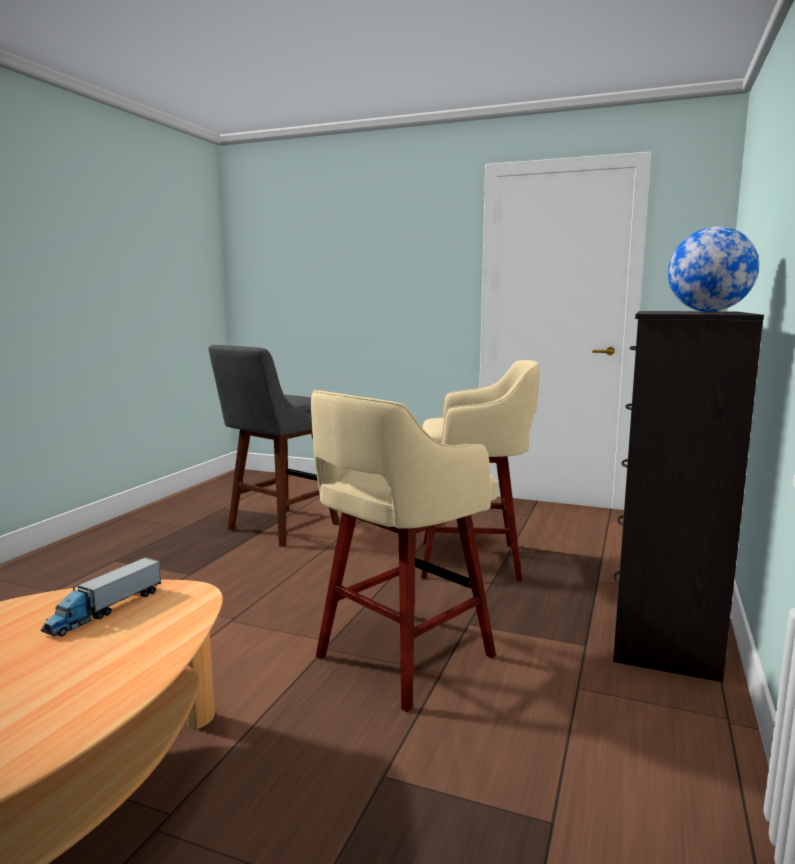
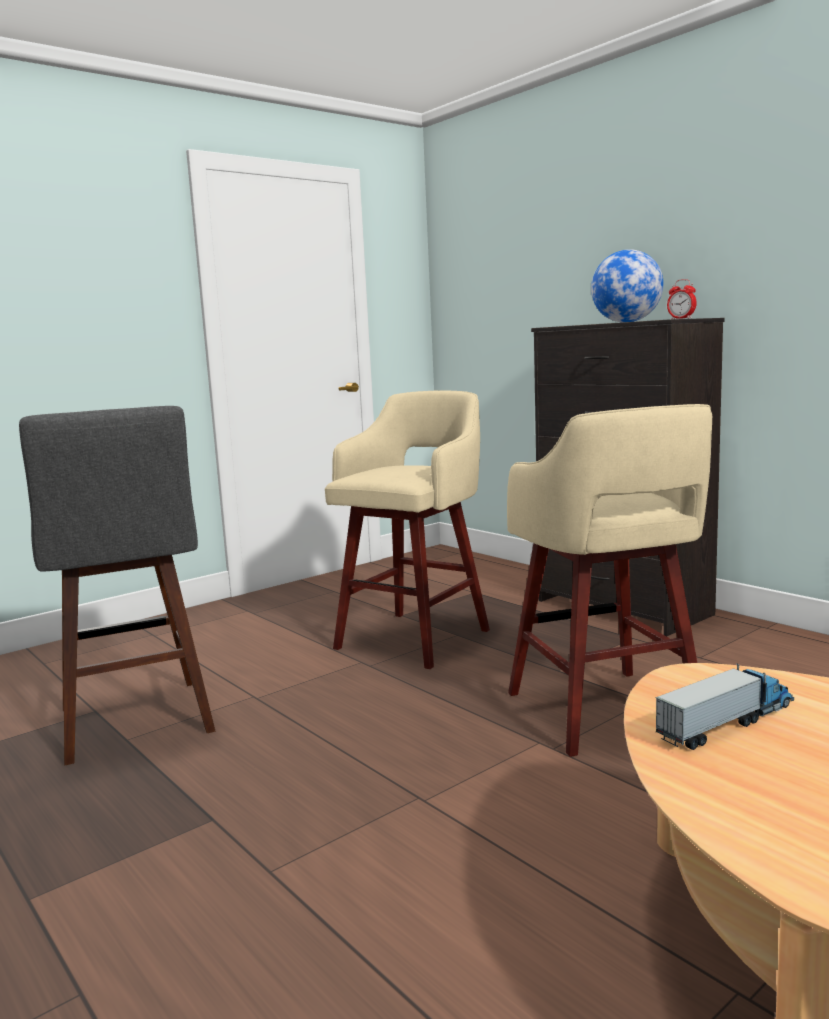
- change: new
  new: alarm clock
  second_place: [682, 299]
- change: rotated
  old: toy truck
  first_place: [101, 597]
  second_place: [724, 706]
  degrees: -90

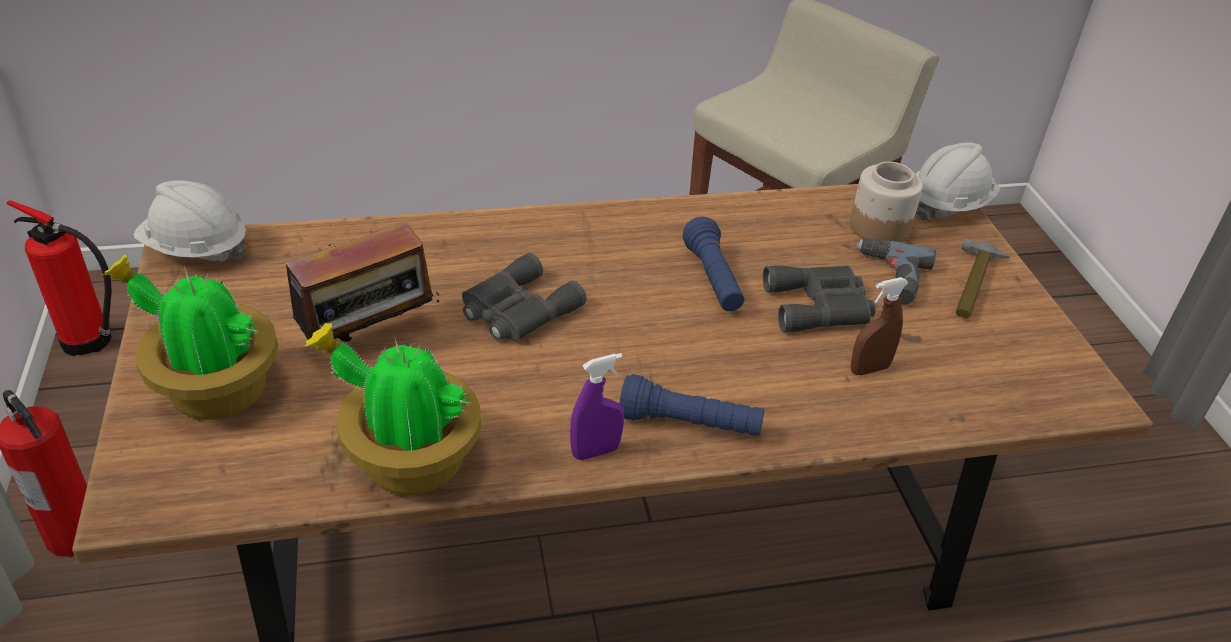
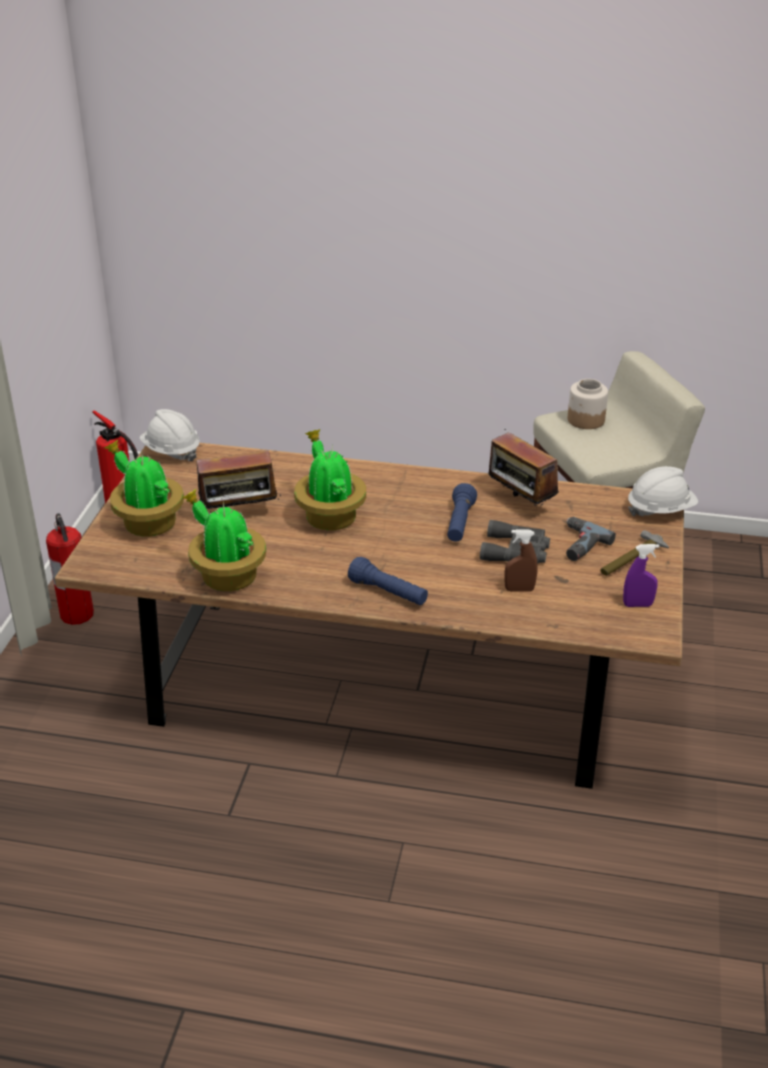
- change: new
  new: radio
  second_place: [523, 467]
- change: shifted
  old: purple spray bottle
  first_place: [597, 406]
  second_place: [641, 575]
- change: shifted
  old: jar
  first_place: [886, 202]
  second_place: [588, 404]
- change: swapped
  old: grey binoculars
  new: potted plant
  first_place: [524, 297]
  second_place: [330, 479]

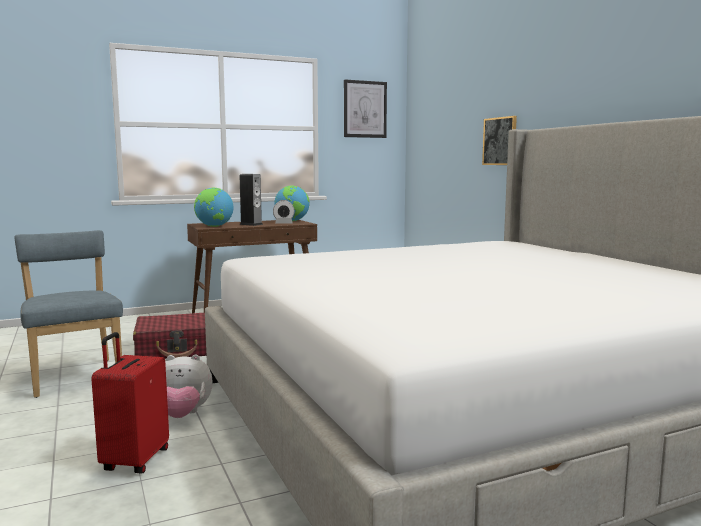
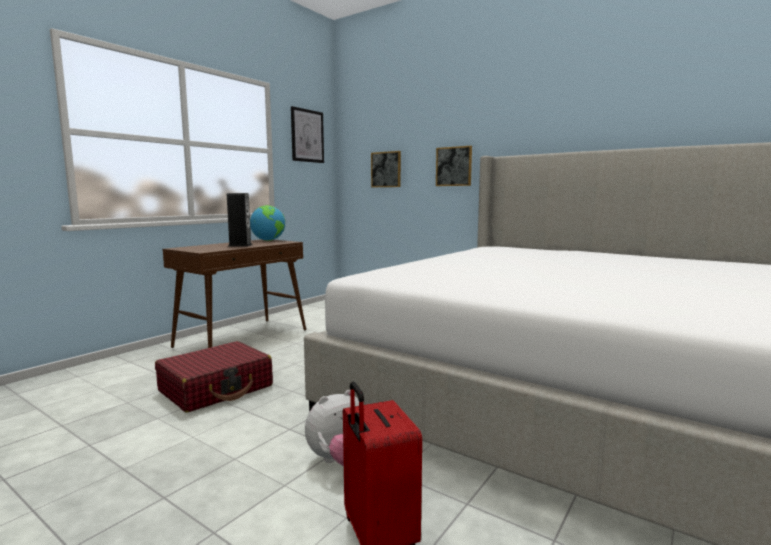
- change: gone
  old: blue chair
  first_place: [68, 314]
- change: gone
  old: globe
  first_place: [214, 207]
- change: gone
  old: alarm clock
  first_place: [283, 212]
- change: new
  new: picture
  second_place: [386, 169]

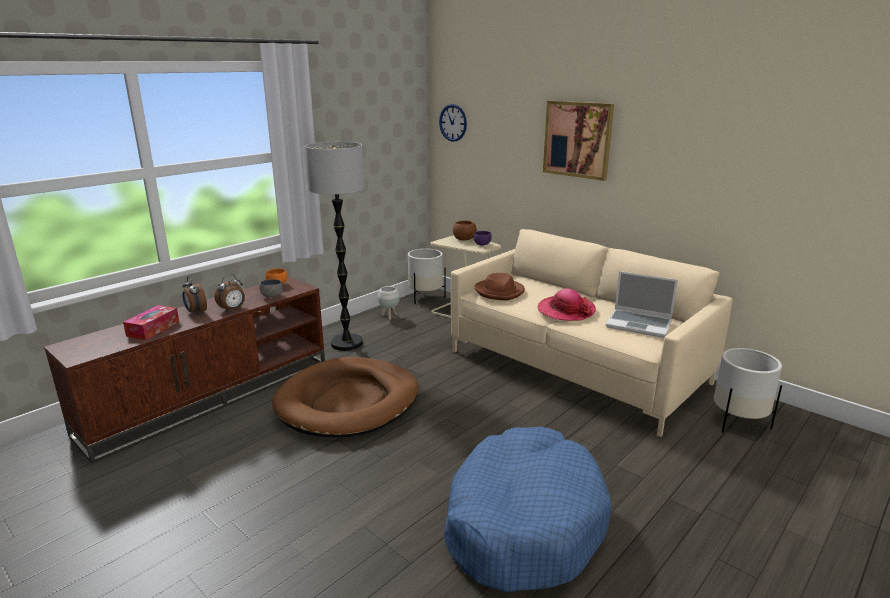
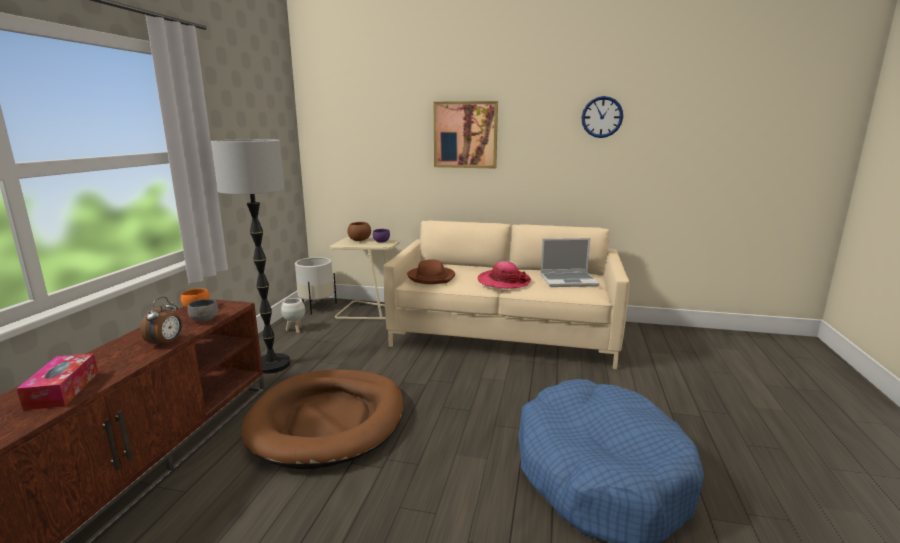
- change: gone
  old: alarm clock
  first_place: [194, 295]
- change: gone
  old: white planter
  first_place: [748, 390]
- change: shifted
  old: wall clock
  first_place: [453, 123]
  second_place: [602, 117]

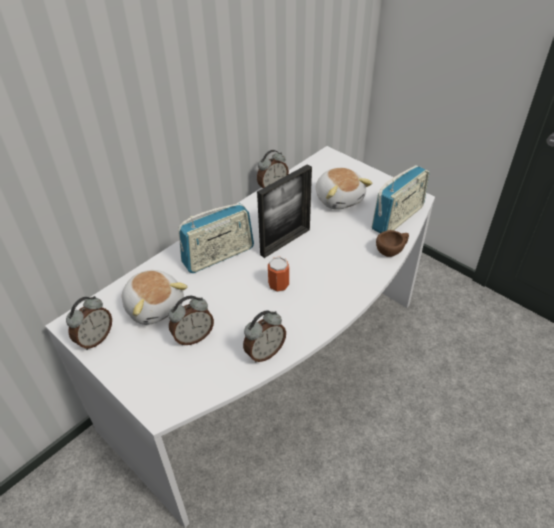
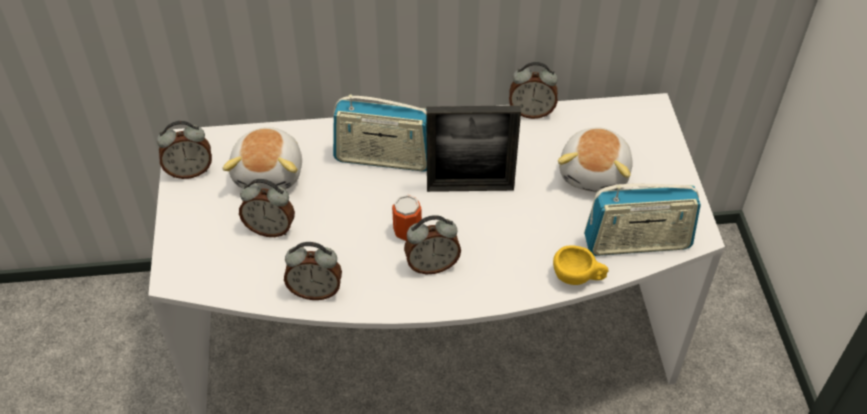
- change: new
  new: alarm clock
  second_place: [432, 244]
- change: repainted
  old: brown cup
  new: yellow cup
  first_place: [392, 243]
  second_place: [581, 265]

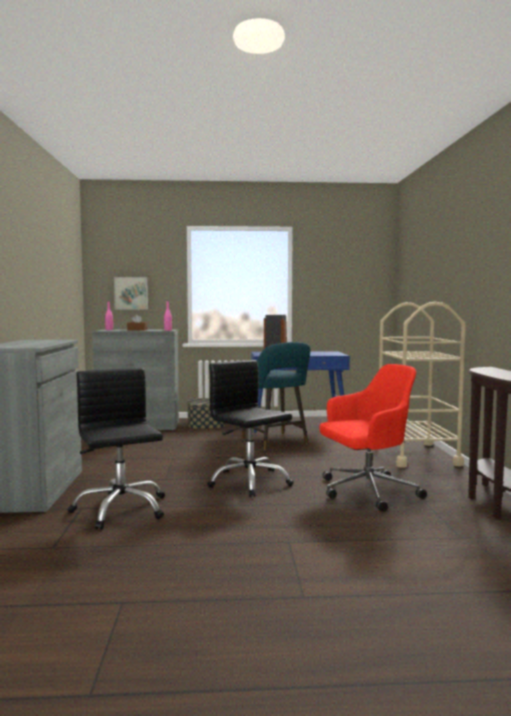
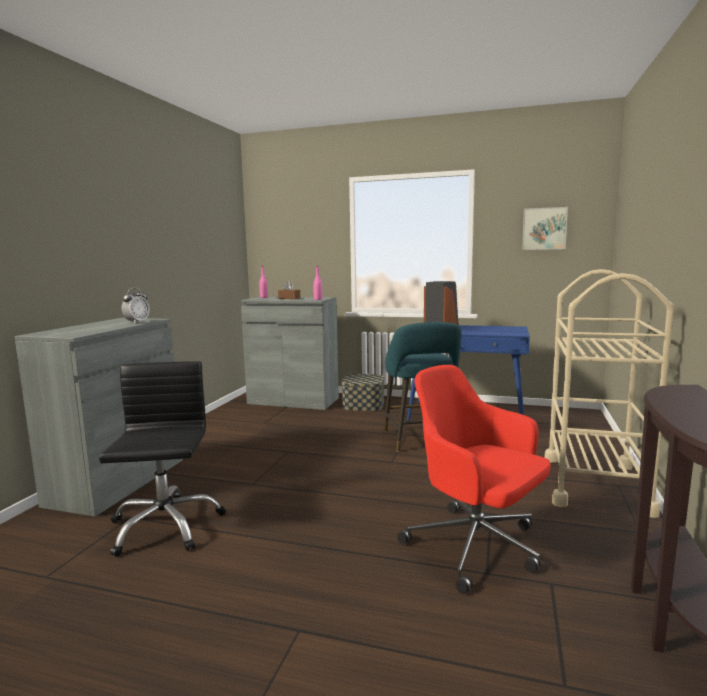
- change: gone
  old: black office chair
  first_place: [250, 428]
- change: new
  new: alarm clock
  second_place: [136, 306]
- change: shifted
  old: picture
  first_place: [131, 293]
  second_place: [545, 228]
- change: rotated
  old: red office chair
  first_place: [373, 438]
  second_place: [474, 479]
  degrees: -135

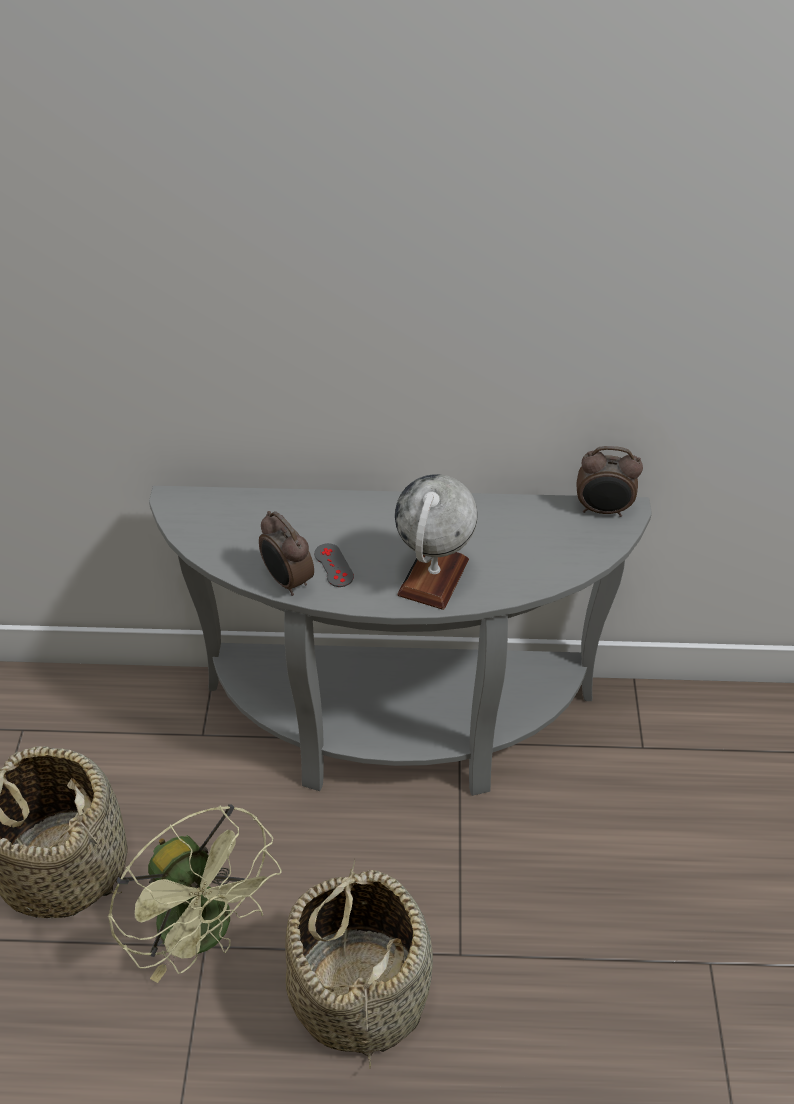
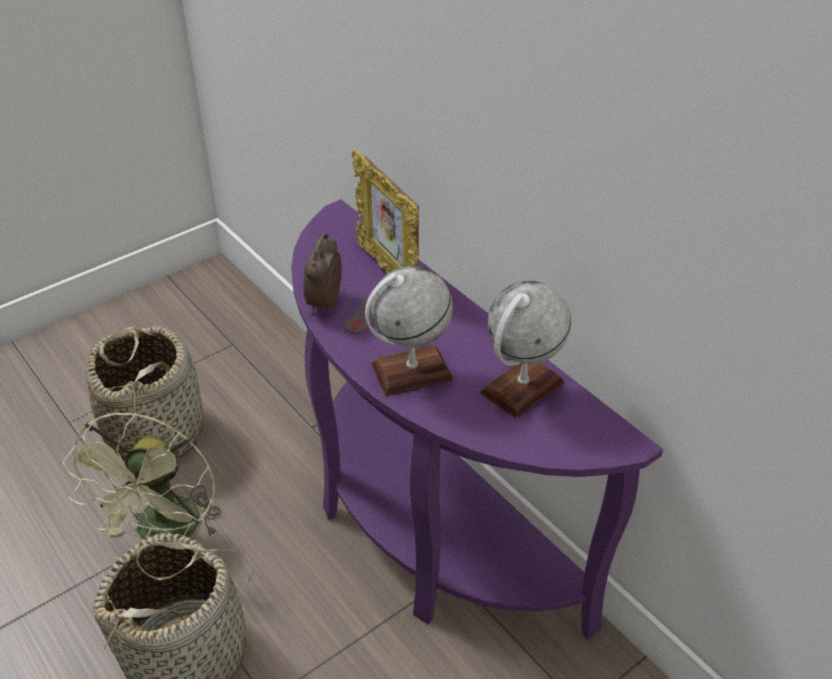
- change: gone
  old: alarm clock
  first_place: [609, 481]
- change: new
  new: picture frame
  second_place: [385, 211]
- change: new
  new: globe
  second_place: [525, 349]
- change: repainted
  old: grey console table
  new: purple console table
  first_place: [400, 641]
  second_place: [477, 419]

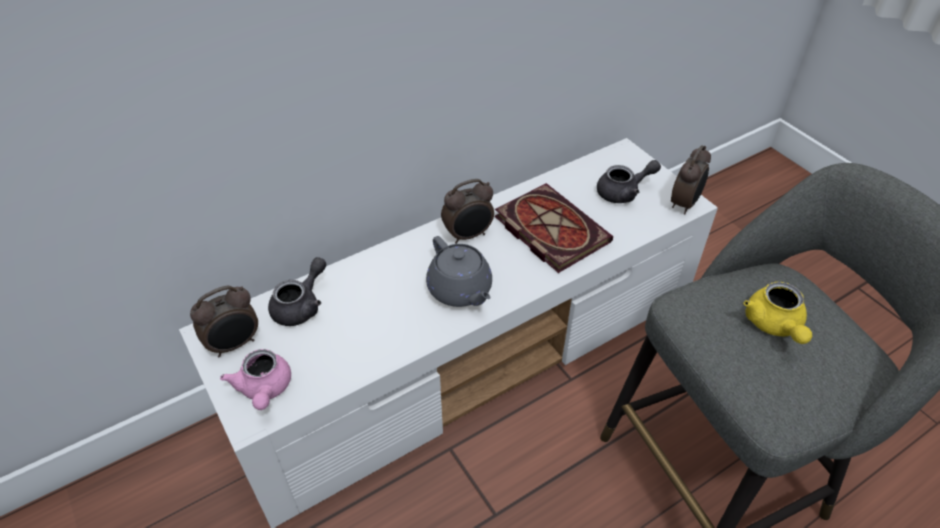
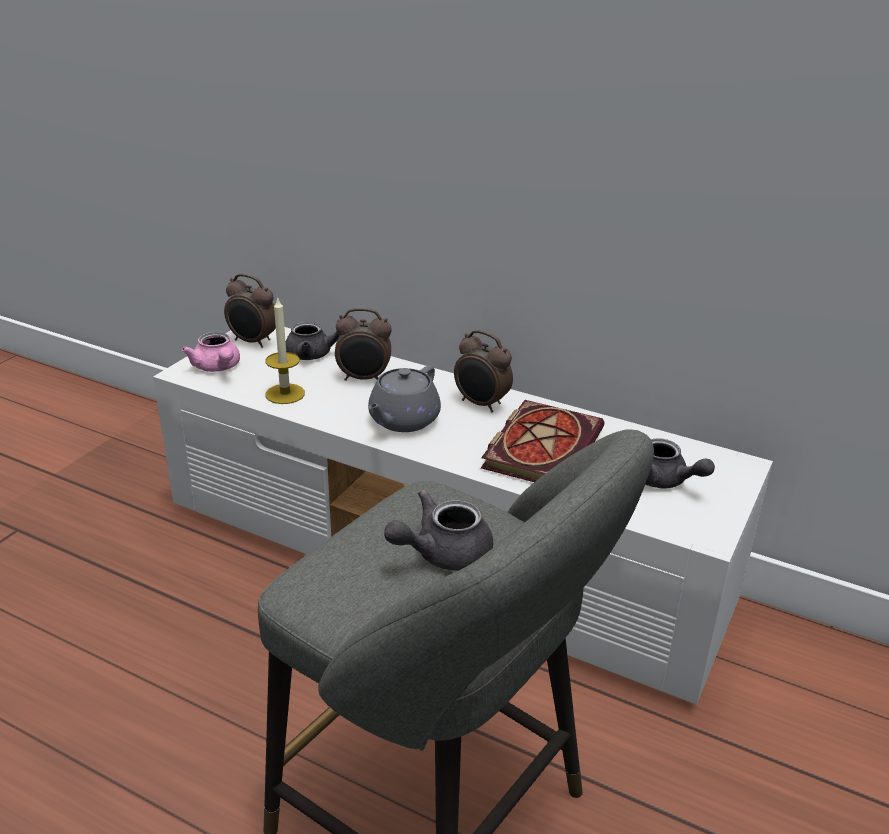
- change: new
  new: candle
  second_place: [285, 350]
- change: shifted
  old: alarm clock
  first_place: [691, 180]
  second_place: [363, 344]
- change: repainted
  old: yellow teapot
  new: grey teapot
  first_place: [778, 313]
  second_place: [438, 530]
- change: rotated
  old: pink teapot
  first_place: [255, 379]
  second_place: [211, 352]
  degrees: -75

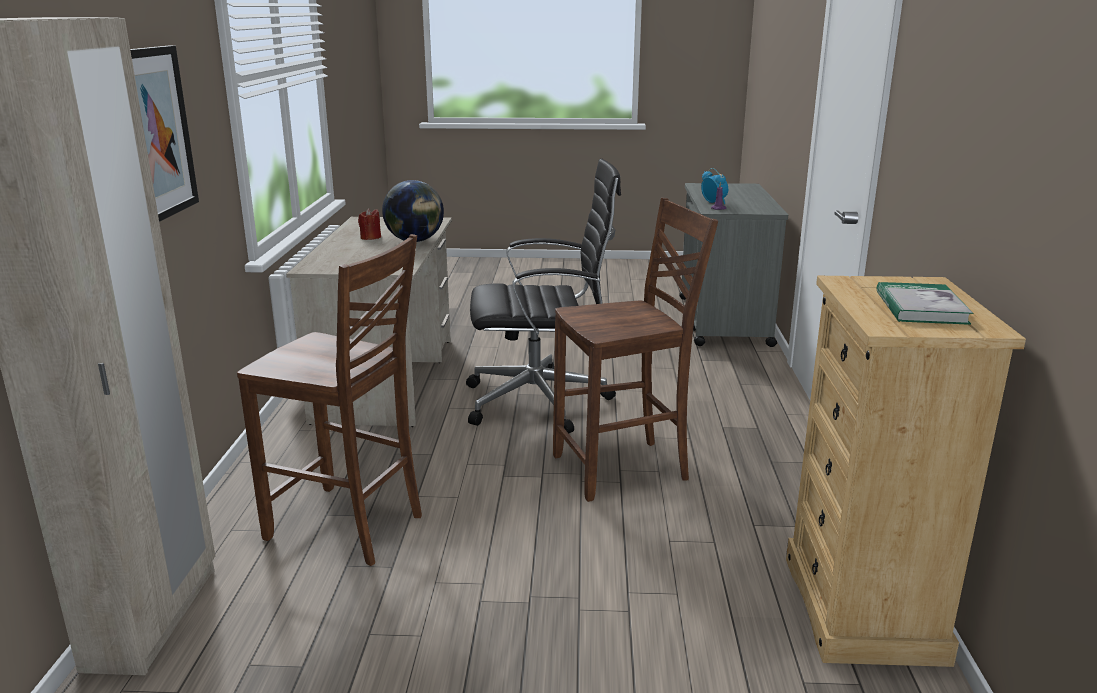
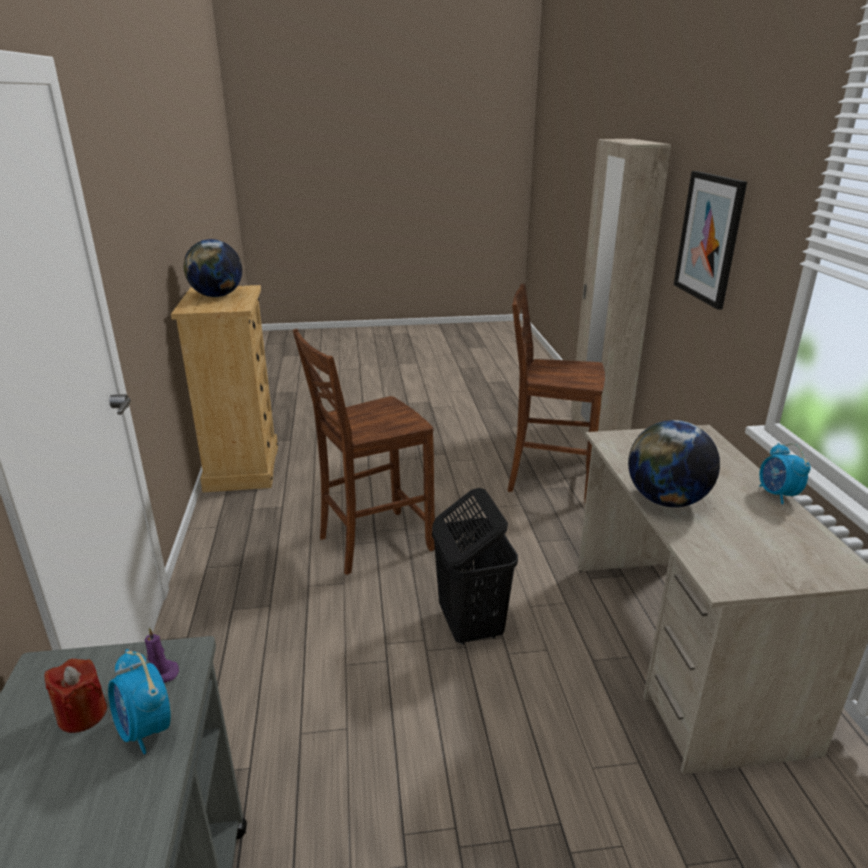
- change: new
  new: alarm clock
  second_place: [785, 473]
- change: shifted
  old: red candle
  first_place: [369, 224]
  second_place: [75, 696]
- change: swapped
  old: black office chair
  new: black laundry basket
  first_place: [543, 296]
  second_place: [475, 566]
- change: swapped
  old: book
  new: globe
  first_place: [925, 303]
  second_place: [213, 268]

